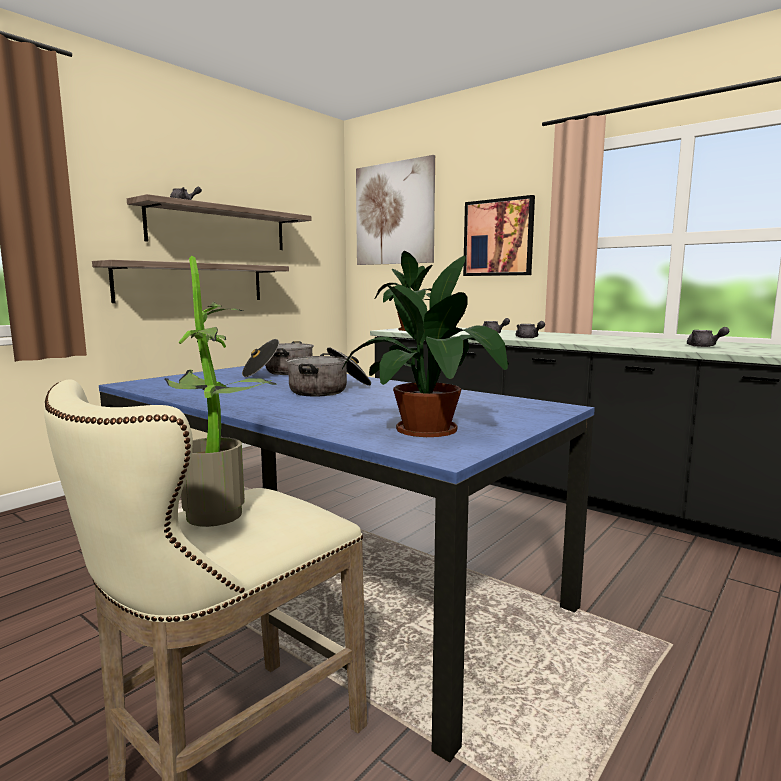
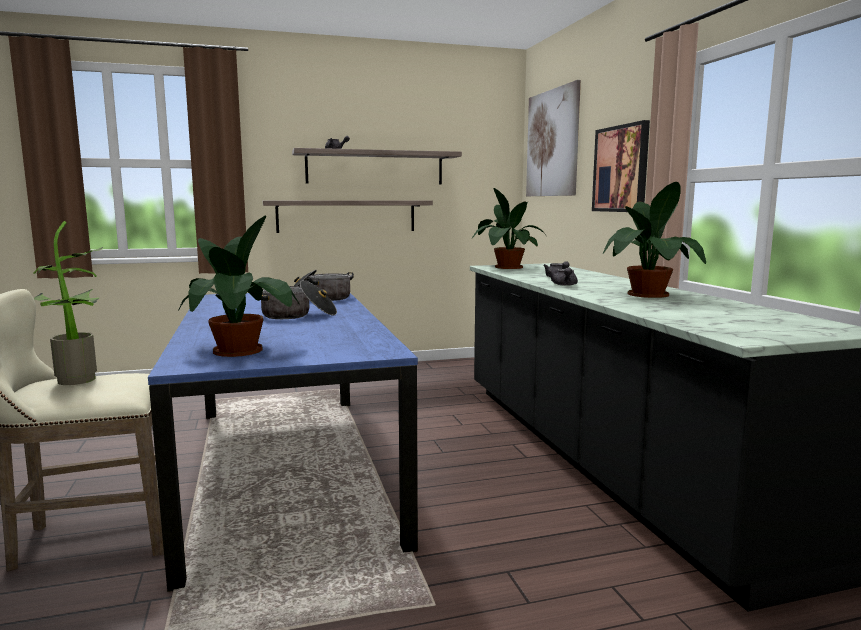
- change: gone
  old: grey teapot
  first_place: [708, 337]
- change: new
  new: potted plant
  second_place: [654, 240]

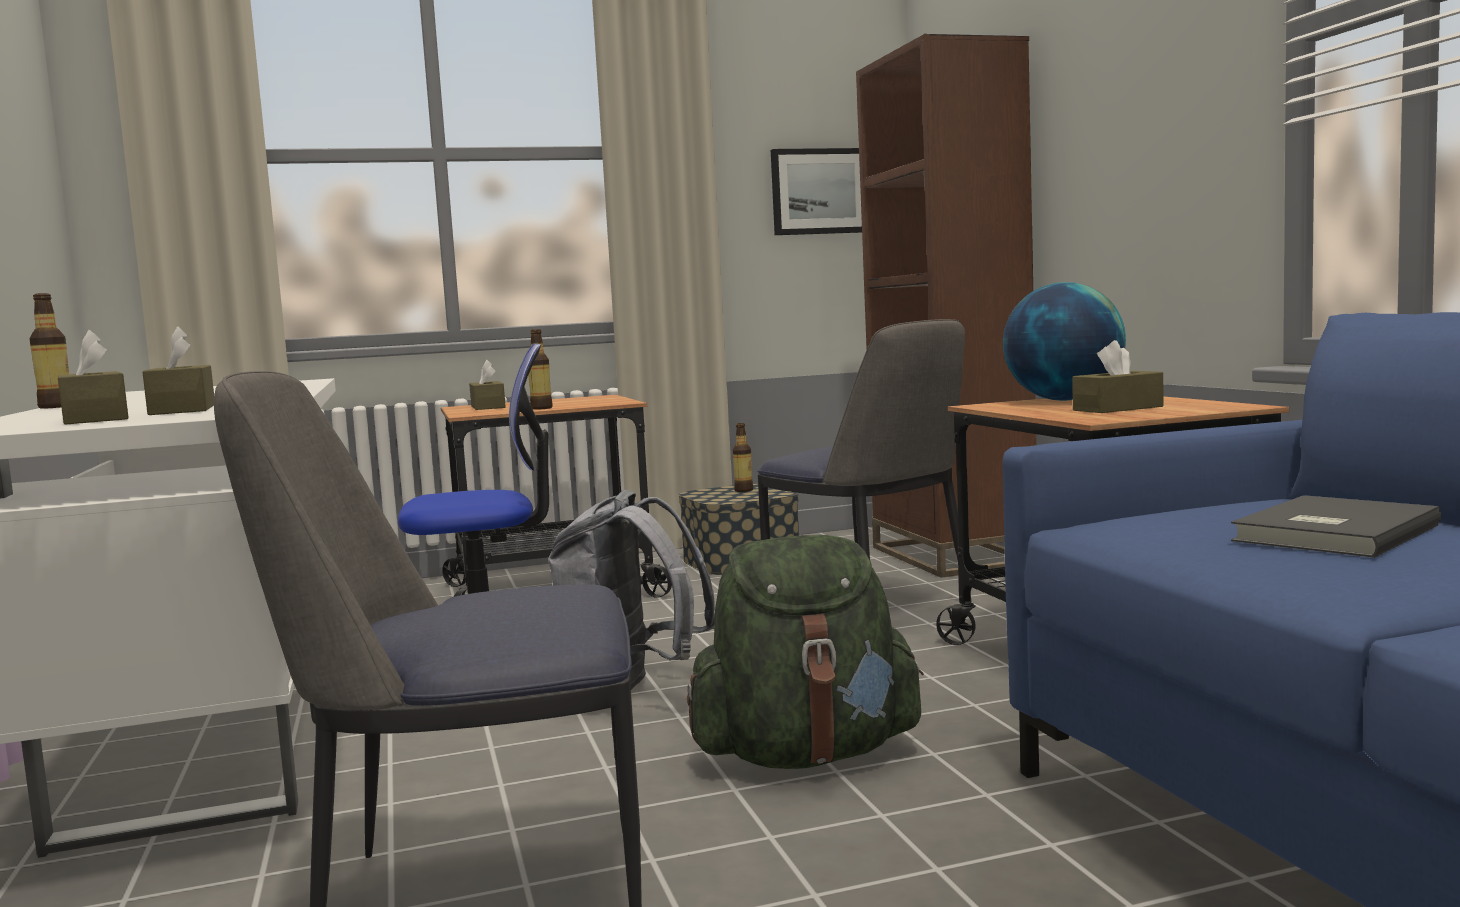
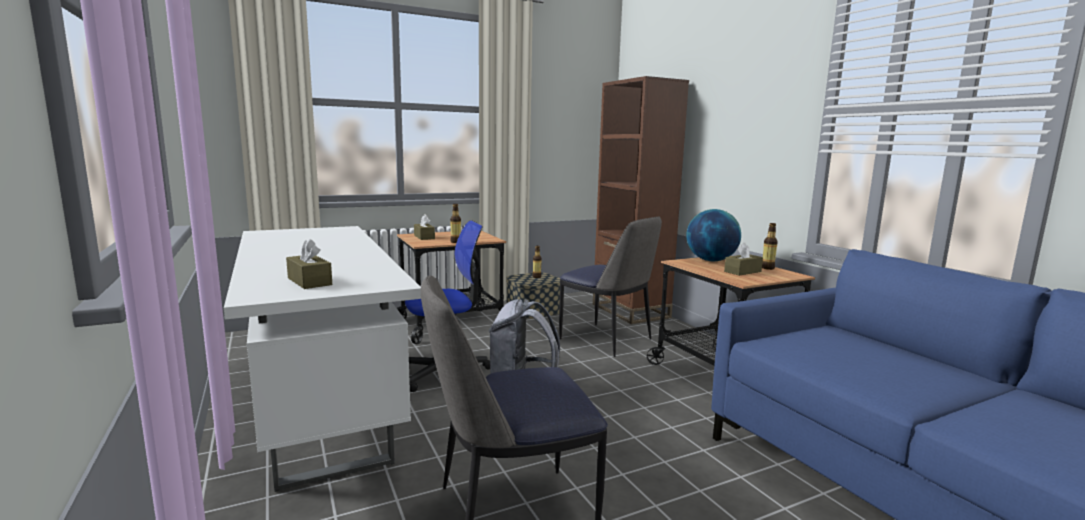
- change: gone
  old: brown tissue box
  first_place: [178, 370]
- change: gone
  old: green backpack
  first_place: [805, 652]
- change: gone
  old: picture
  first_place: [816, 191]
- change: gone
  old: grey book
  first_place: [1336, 526]
- change: shifted
  old: bottle
  first_place: [49, 351]
  second_place: [770, 246]

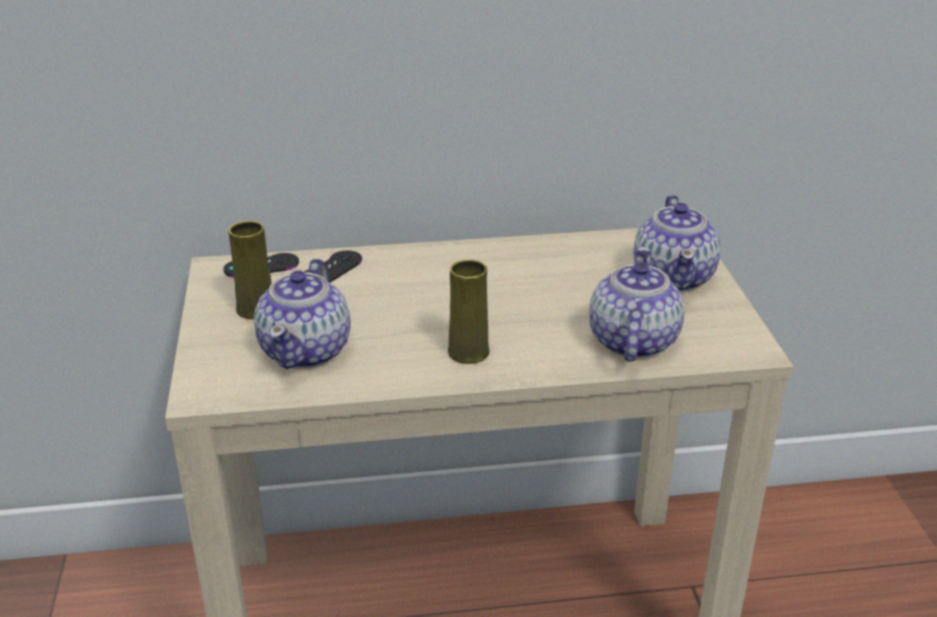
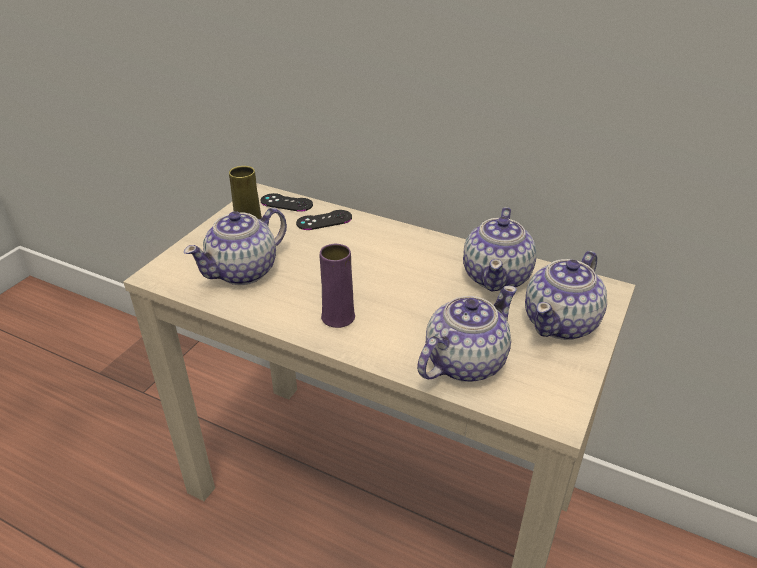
- change: new
  new: teapot
  second_place: [499, 249]
- change: repainted
  old: yellow vase
  new: purple vase
  first_place: [469, 311]
  second_place: [337, 286]

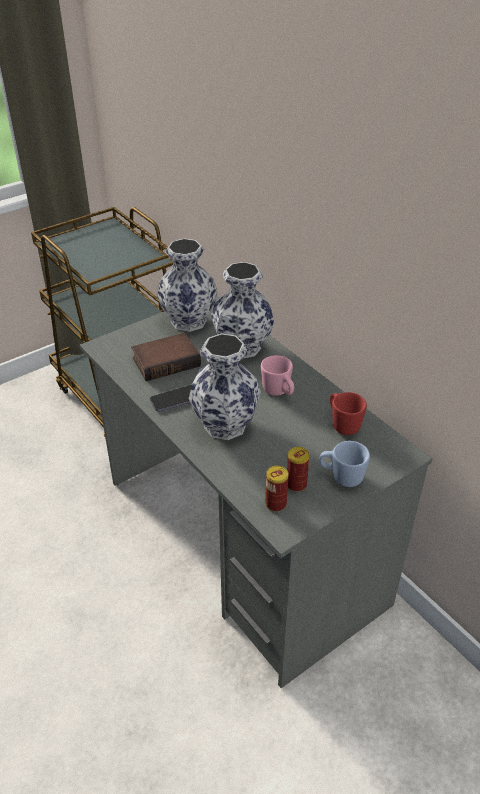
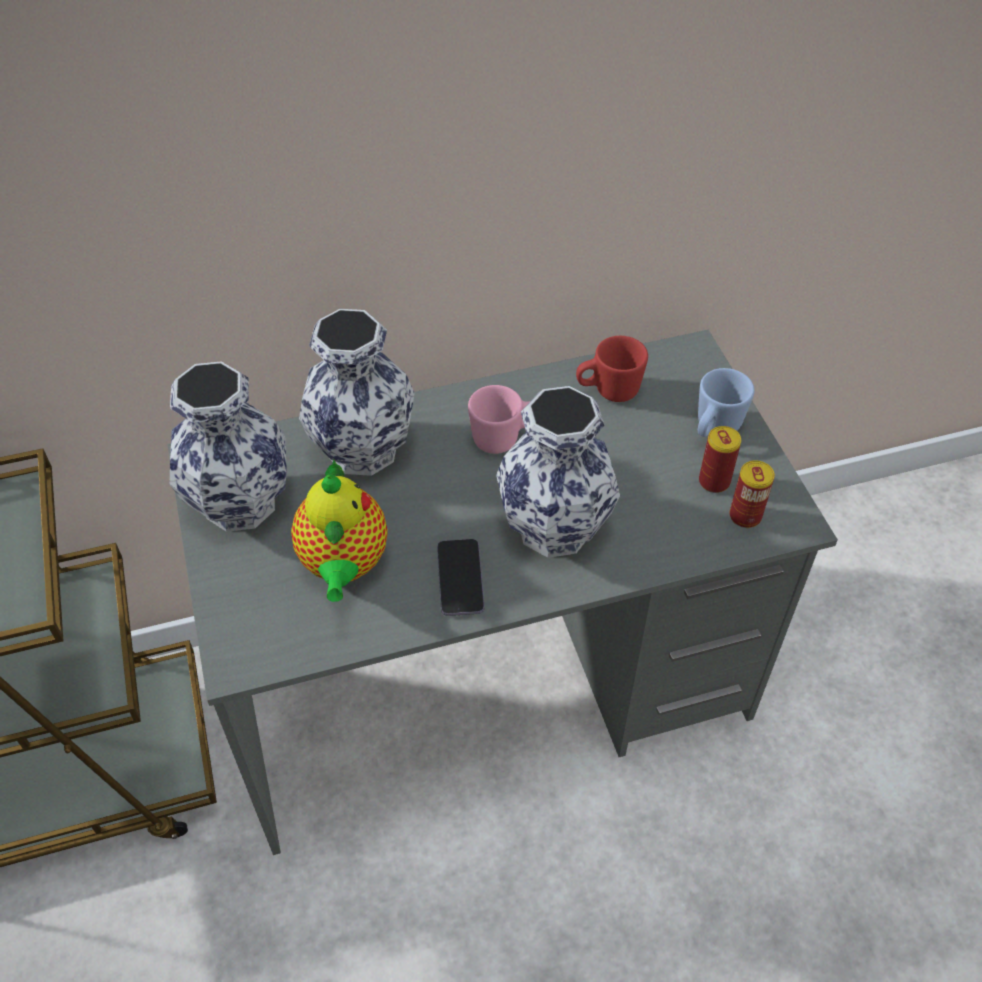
- change: swapped
  old: book
  new: teapot
  first_place: [166, 357]
  second_place: [339, 530]

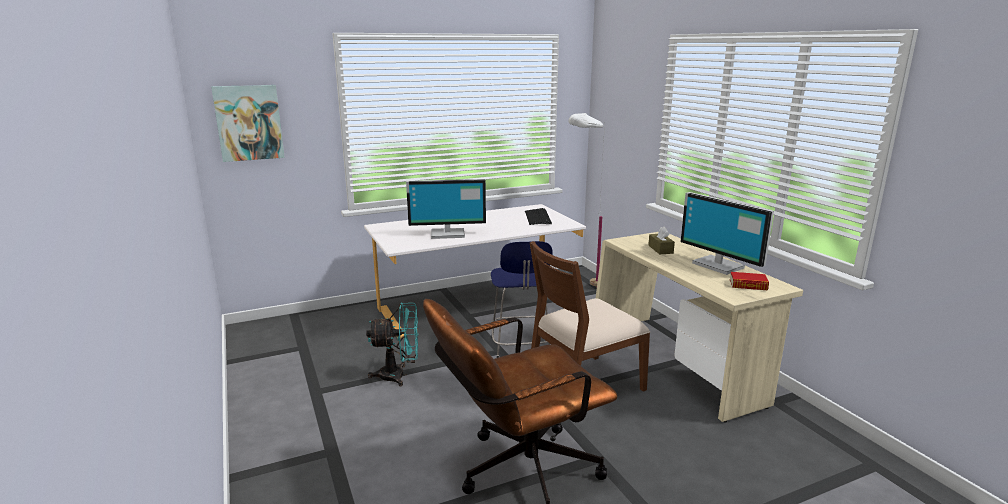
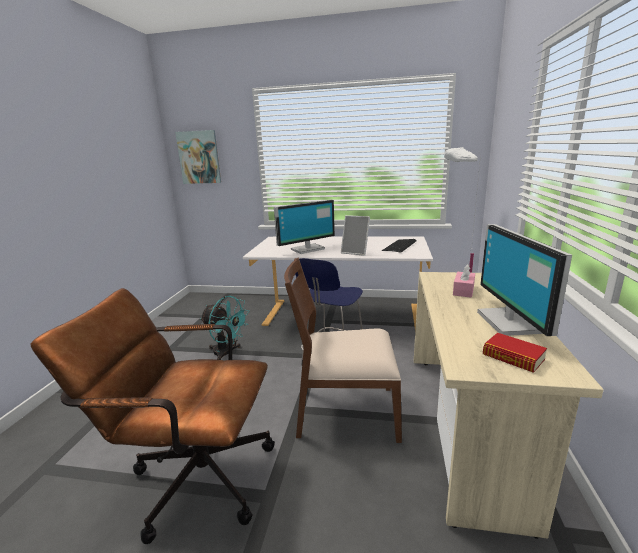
- change: new
  new: picture frame
  second_place: [355, 235]
- change: repainted
  old: brown tissue box
  new: pink tissue box
  first_place: [661, 240]
  second_place: [464, 281]
- change: rotated
  old: monitor
  first_place: [446, 209]
  second_place: [304, 227]
  degrees: -60

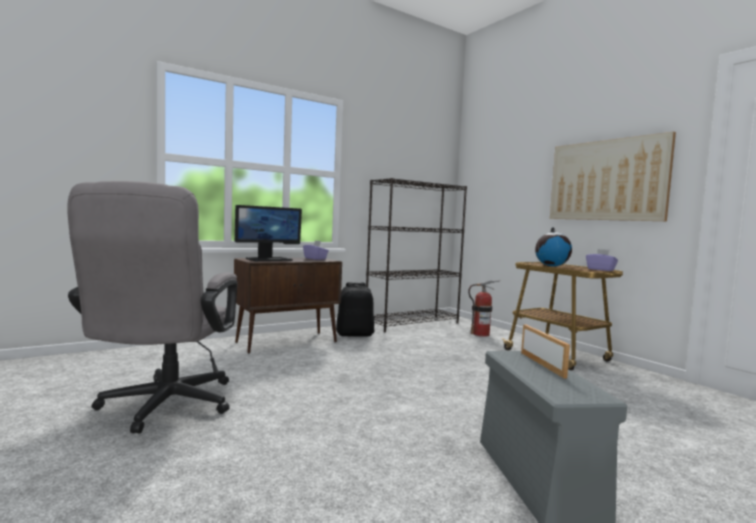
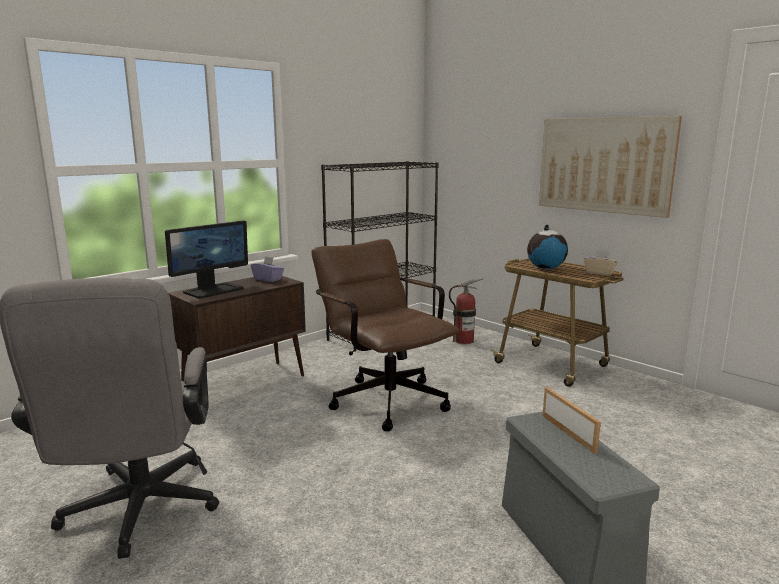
- change: gone
  old: black backpack
  first_place: [355, 309]
- change: new
  new: brown office chair
  second_place: [385, 335]
- change: repainted
  old: purple tissue box
  new: beige tissue box
  first_place: [602, 260]
  second_place: [601, 262]

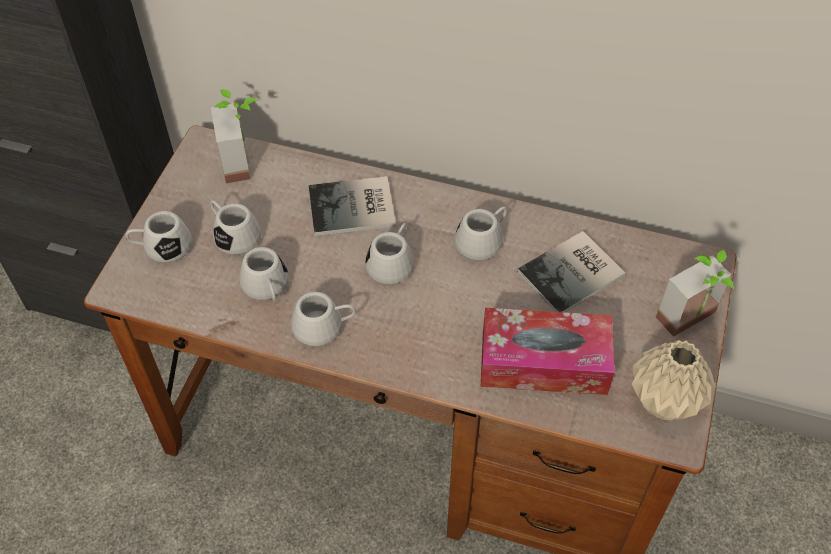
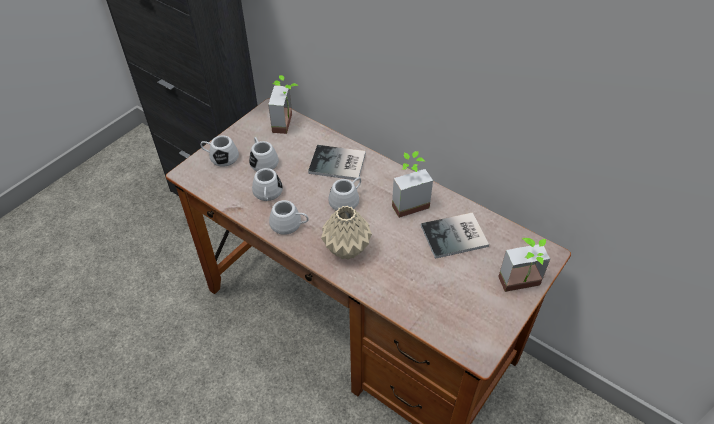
- change: gone
  old: tissue box
  first_place: [548, 351]
- change: shifted
  old: beige vase
  first_place: [674, 380]
  second_place: [346, 232]
- change: swapped
  old: white mug
  new: potted plant
  first_place: [480, 234]
  second_place: [412, 184]

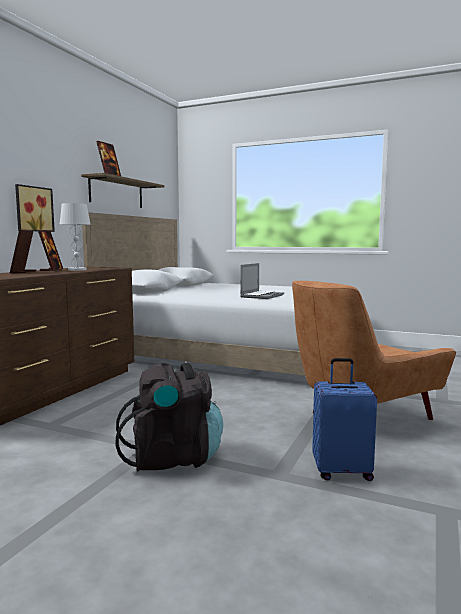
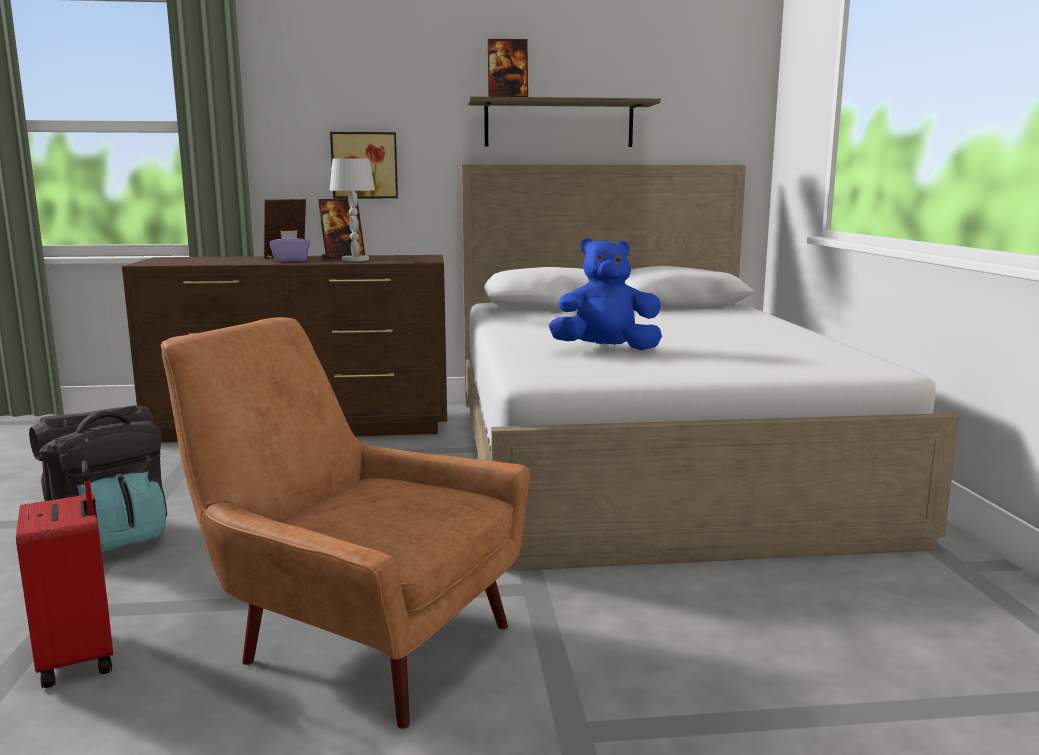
- change: new
  new: purple tissue box
  second_place: [290, 246]
- change: swapped
  old: laptop
  new: blue plush toy
  first_place: [262, 281]
  second_place: [605, 294]
- change: repainted
  old: blue suitcase
  new: red suitcase
  first_place: [344, 419]
  second_place: [64, 574]

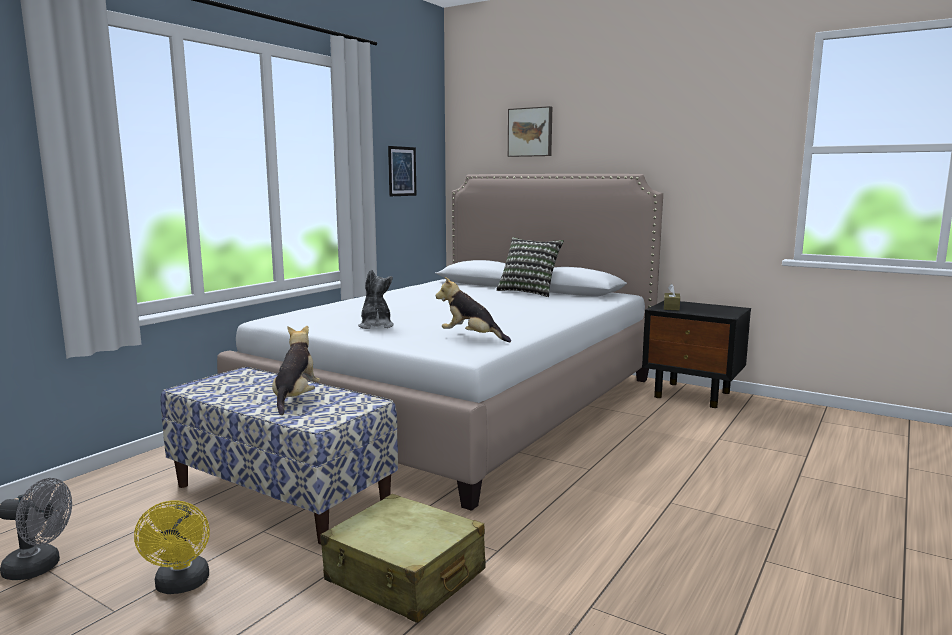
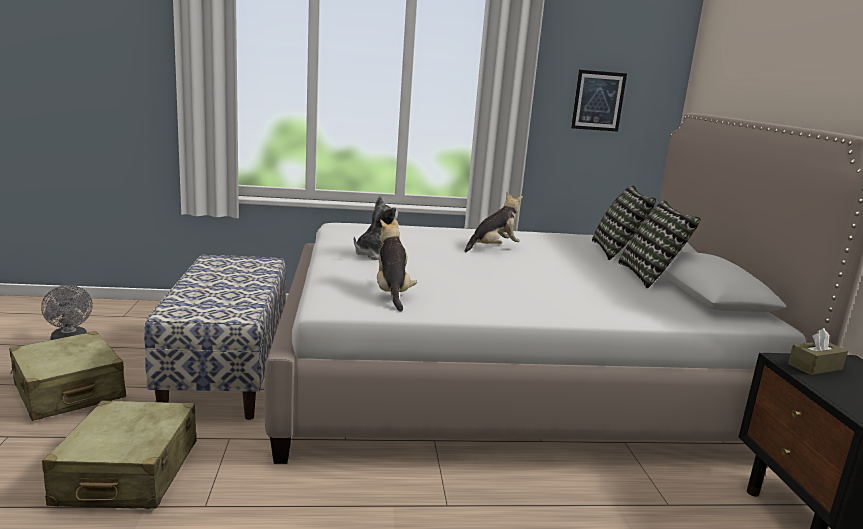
- change: gone
  old: picture
  first_place: [530, 131]
- change: new
  new: pillow
  second_place: [624, 222]
- change: shifted
  old: plush toy
  first_place: [296, 370]
  second_place: [494, 223]
- change: swapped
  old: yellow fan
  new: beige suitcase
  first_place: [172, 547]
  second_place: [67, 376]

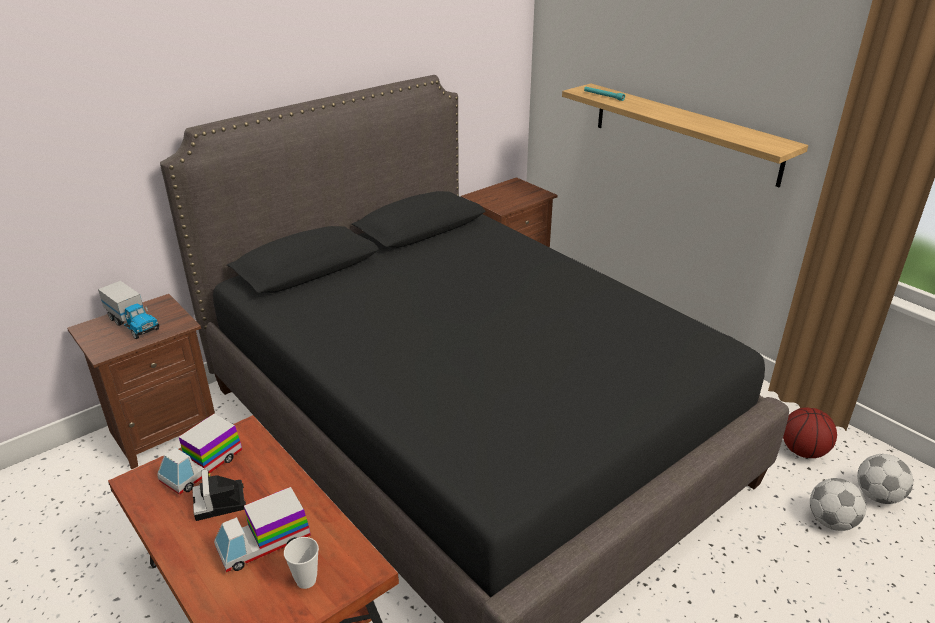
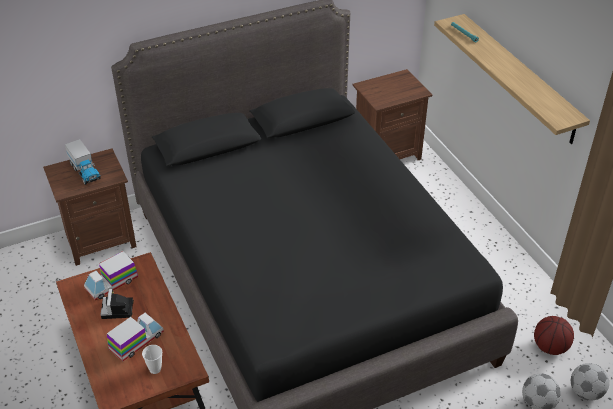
- change: rotated
  old: toy truck
  first_place: [262, 529]
  second_place: [135, 337]
  degrees: 150

